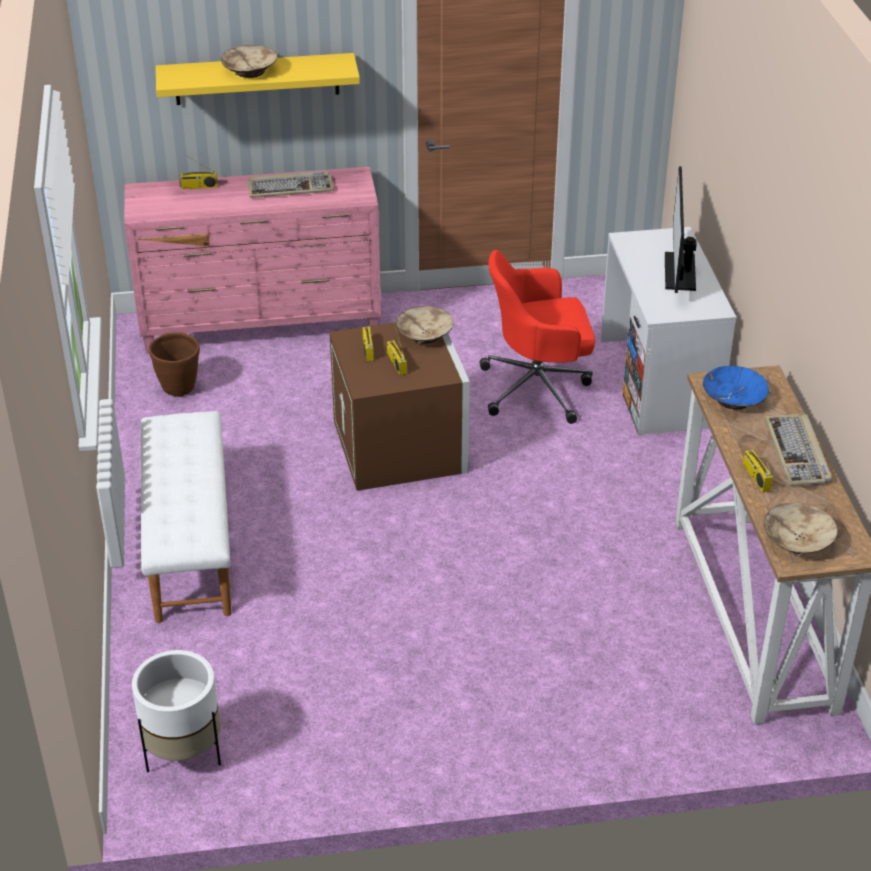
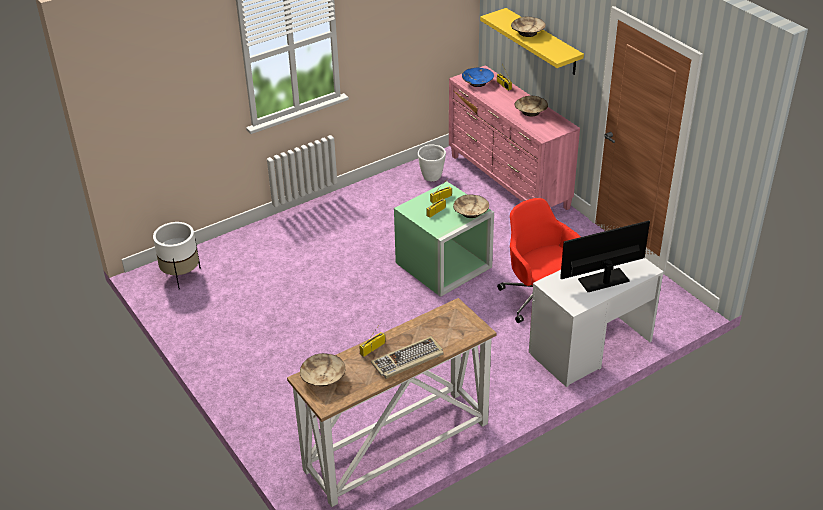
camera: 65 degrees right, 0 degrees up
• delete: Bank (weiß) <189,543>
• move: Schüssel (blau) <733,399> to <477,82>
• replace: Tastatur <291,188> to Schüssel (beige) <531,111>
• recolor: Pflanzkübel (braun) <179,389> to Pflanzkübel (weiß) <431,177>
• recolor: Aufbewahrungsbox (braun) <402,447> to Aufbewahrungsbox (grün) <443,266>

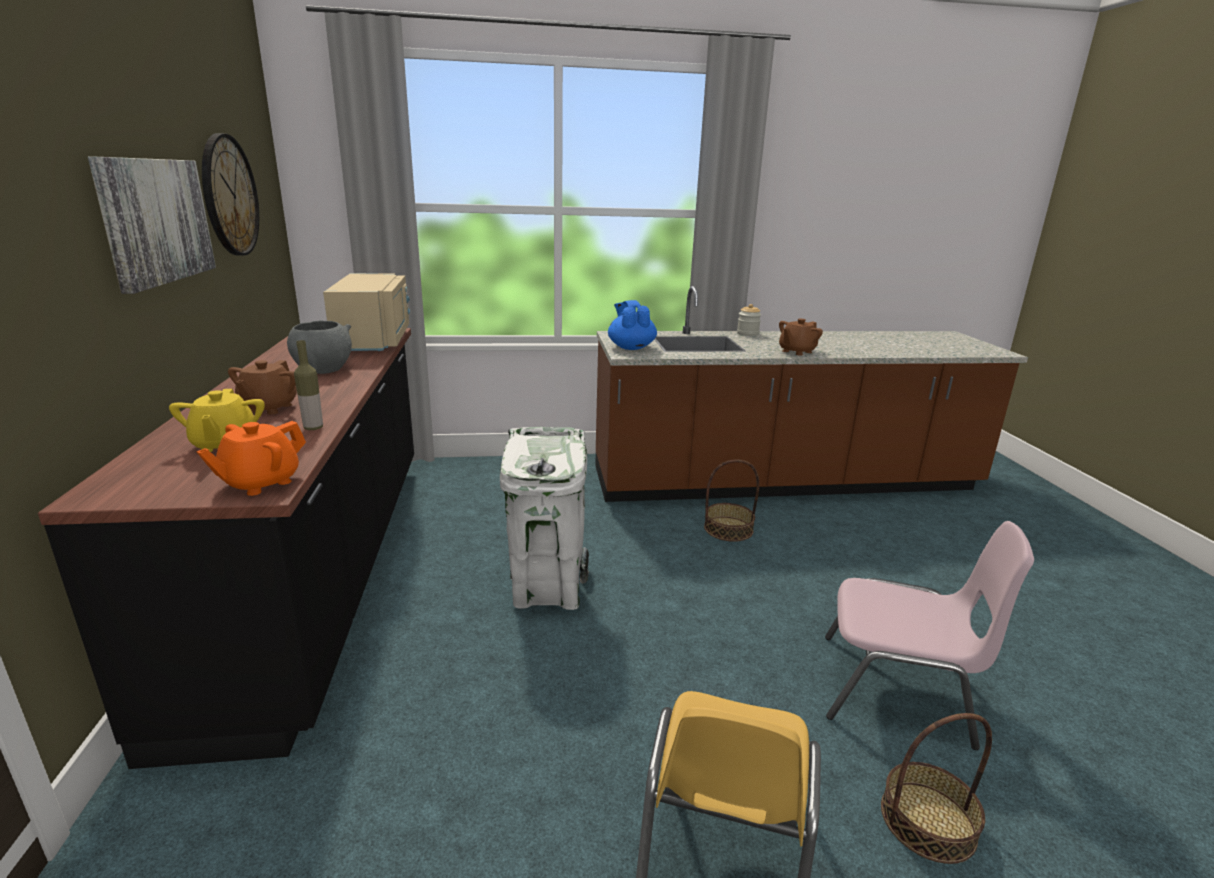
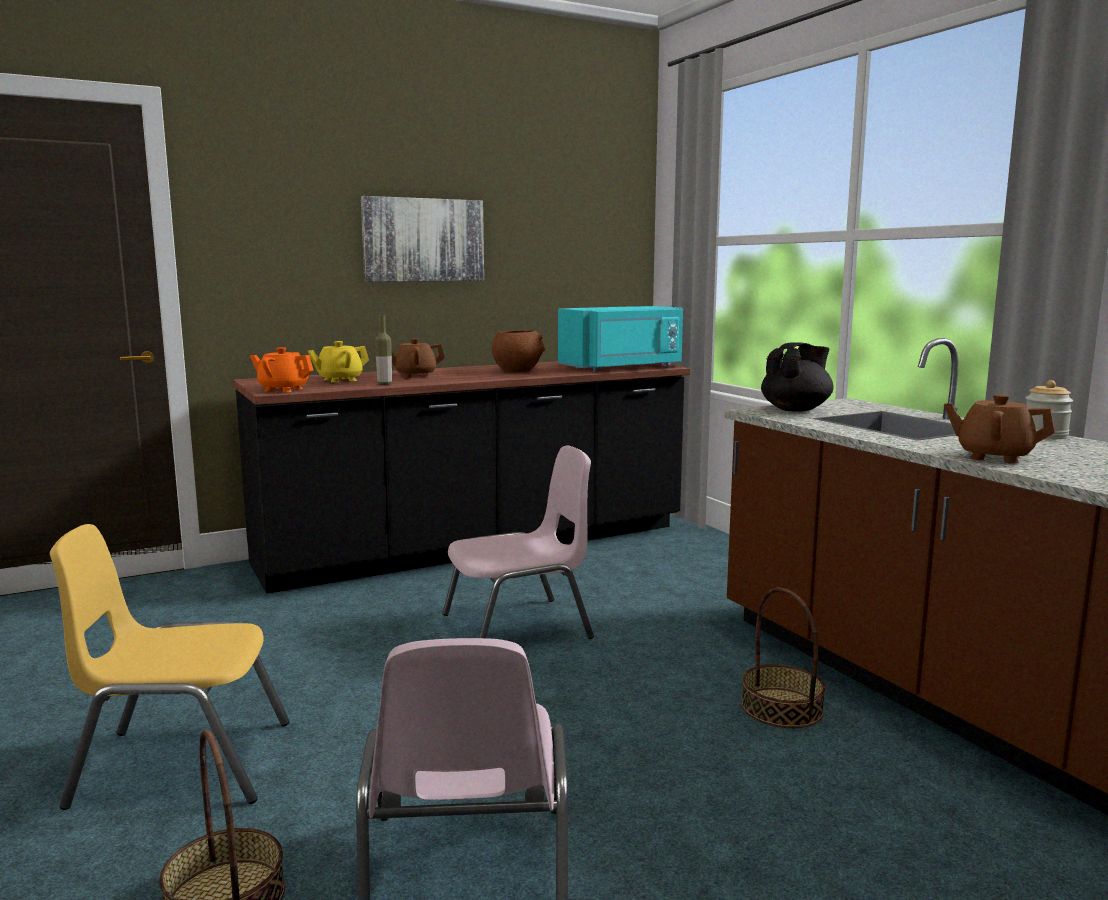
camera: 70 degrees right, 10 degrees down
• delete: Wanduhr <229,196>
• replace: Mülleimer (weiß) <547,590> to Stuhl (rosa) <519,627>
• recolor: Schüssel (grau) <323,370> to Schüssel (braun) <517,371>
• recolor: Mikrowelle (beige) <375,341> to Mikrowelle (türkis) <623,368>
• recolor: Teekanne (blau) <631,347> to Teekanne (schwarz) <796,410>

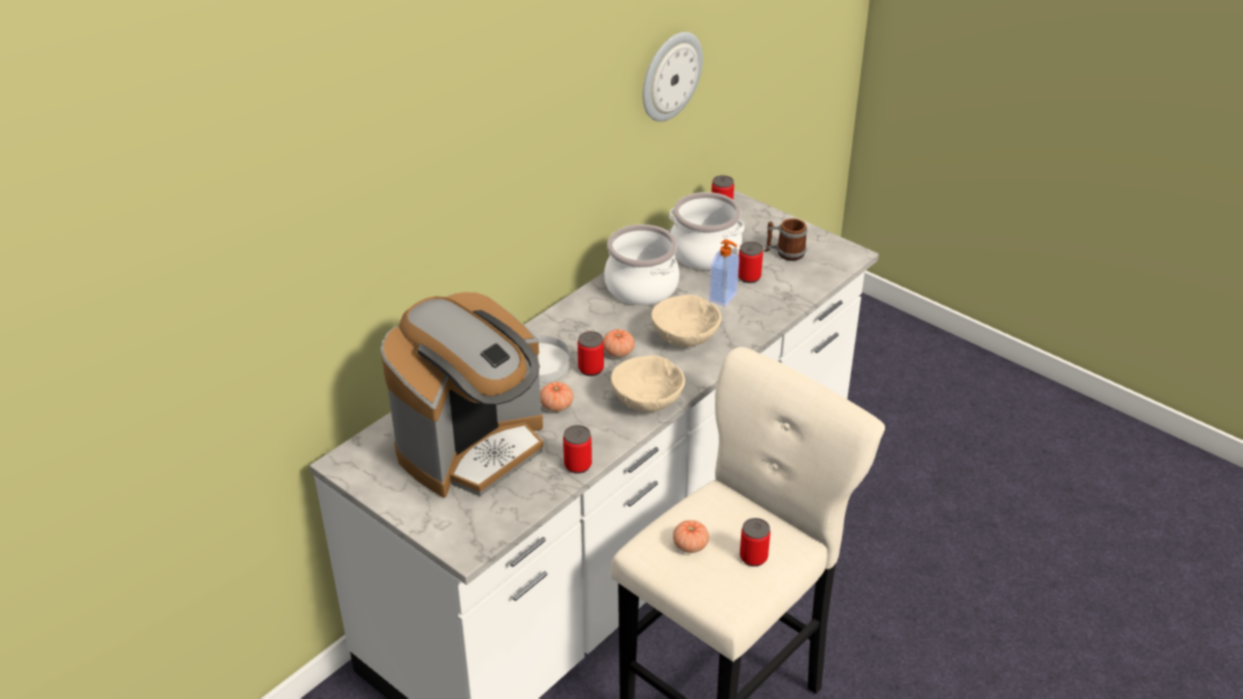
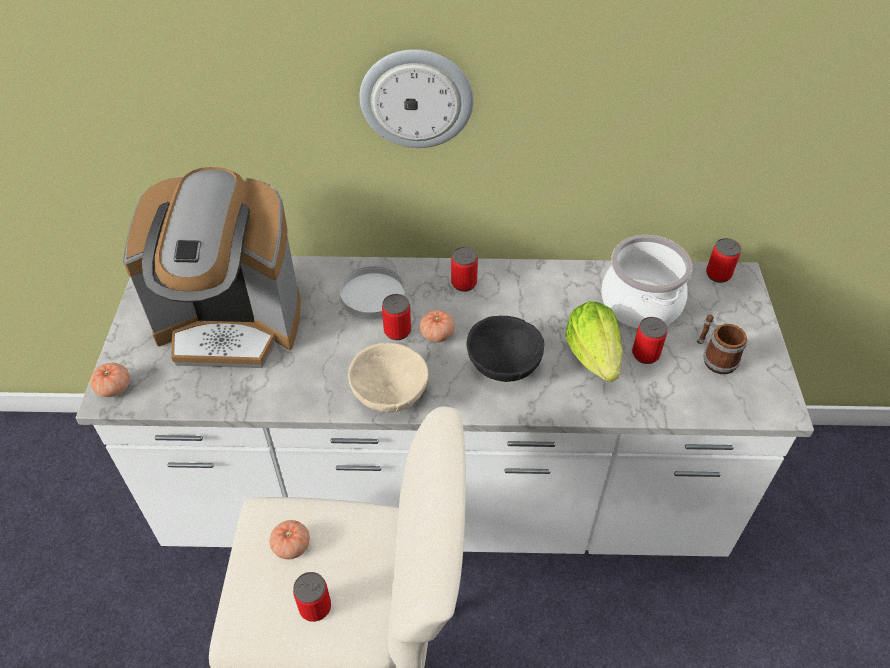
camera: 50 degrees right, 10 degrees up
• delete: Kochtopf <642,286>
• move: Tomate <556,406> to <114,388>
• move: Dose <578,465> to <464,283>
• move: Wanduhr <670,76> to <416,98>
• replace: Seifenspender <724,297> to Salatkopf <593,356>
• recolor: Schüssel (beige) <685,338> to Schüssel (schwarz) <505,366>

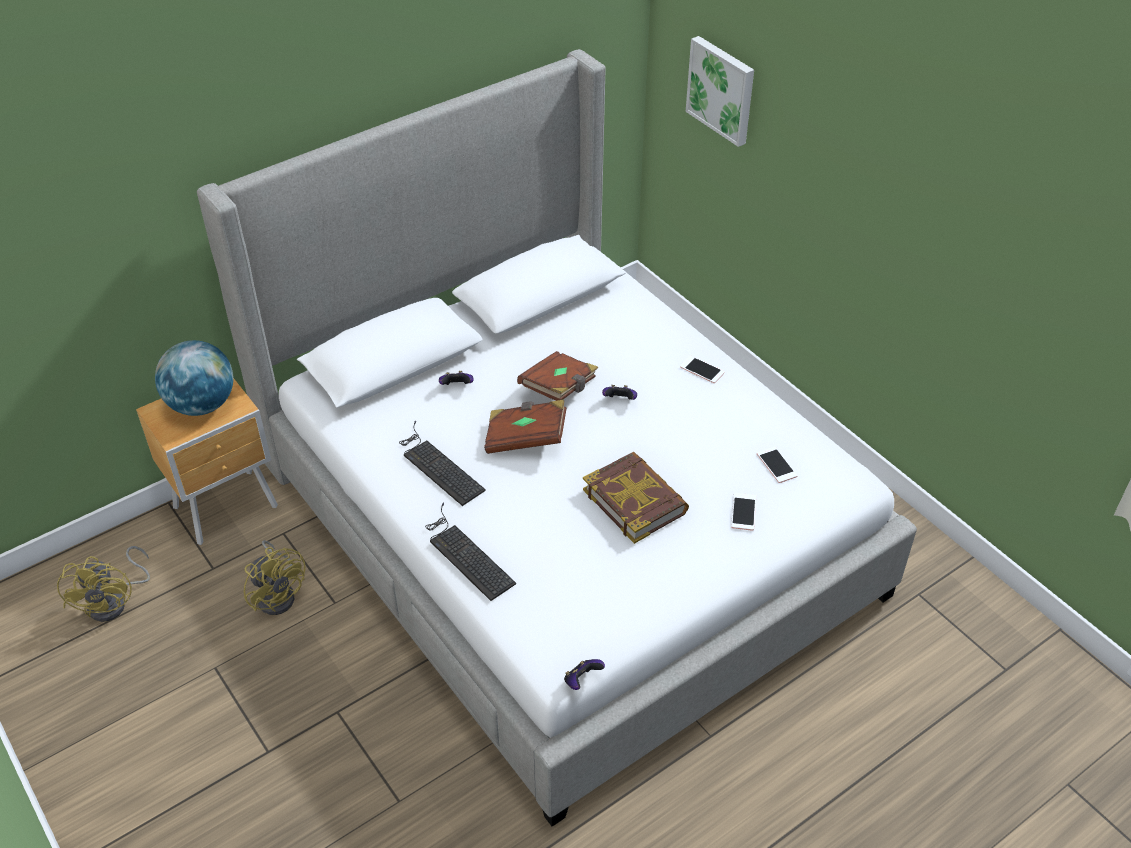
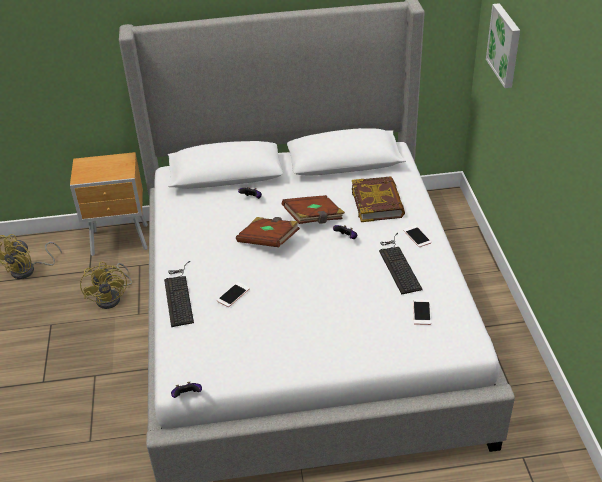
camera: 30 degrees right, 5 degrees down
• delete: Globus <202,404>
• move: Tastatur <438,465> to <398,264>
• move: Buch <635,501> to <377,203>
• move: Handy <743,512> to <233,295>

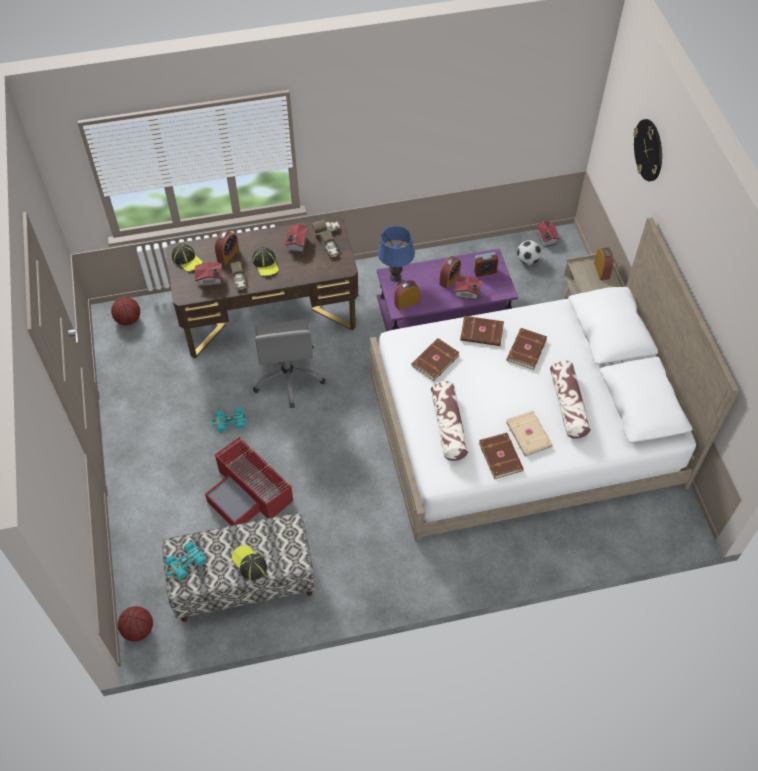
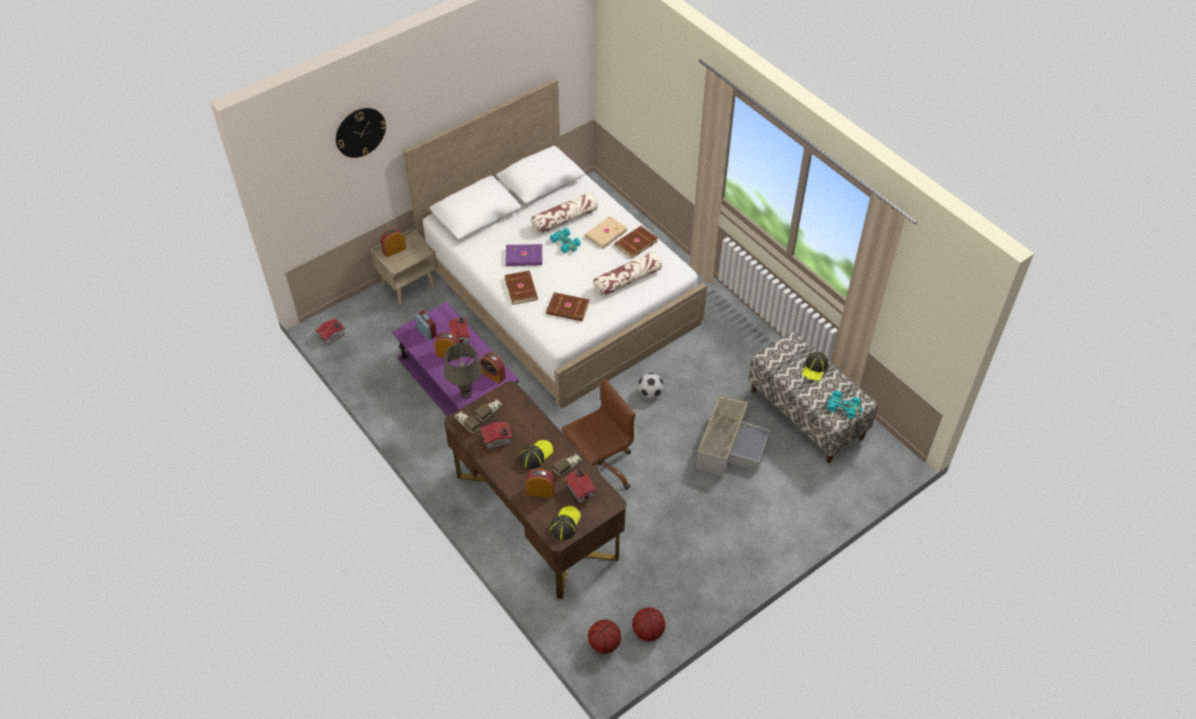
camera: 115 degrees left, 5 degrees down
• move: Basketball <138,629> to <648,632>
• move: Spielzeugauto (türkis) <230,422> to <566,243>
• move: Fußball <527,260> to <650,393>
• recolor: Aufbewahrungsbox (rot) <249,493> to Aufbewahrungsbox (grau) <730,445>
• recolor: Bürostuhl (grau) <288,378> to Bürostuhl (braun) <598,468>
• recolor: Tischlampe (blau) <395,277> to Tischlampe (grau) <465,394>
• recolor: Buch (braun) <525,350> to Buch (lila) <524,257>

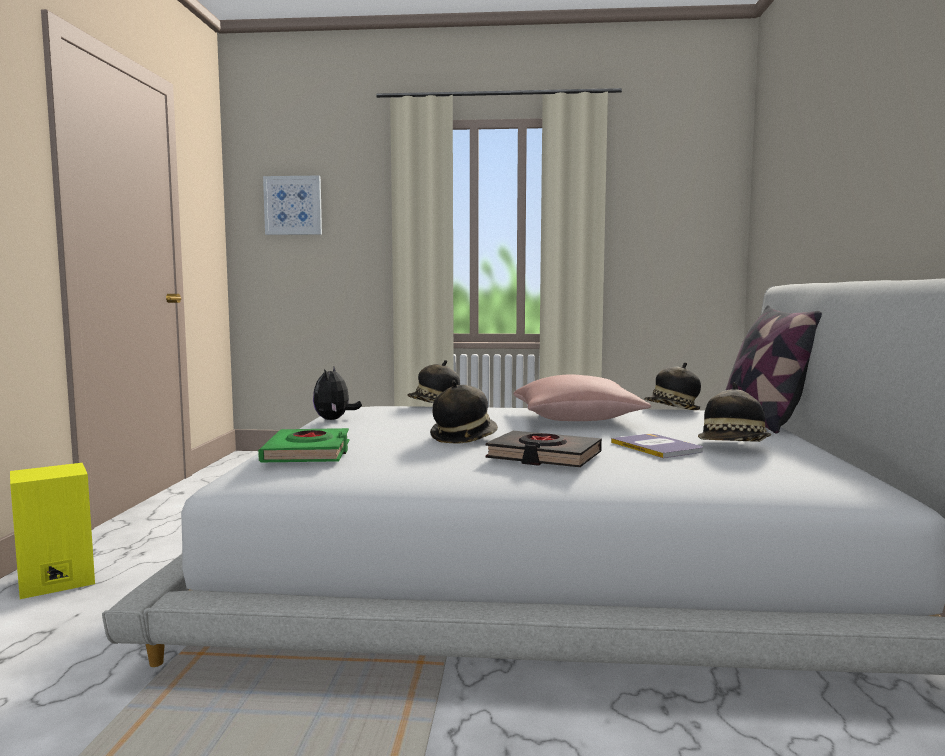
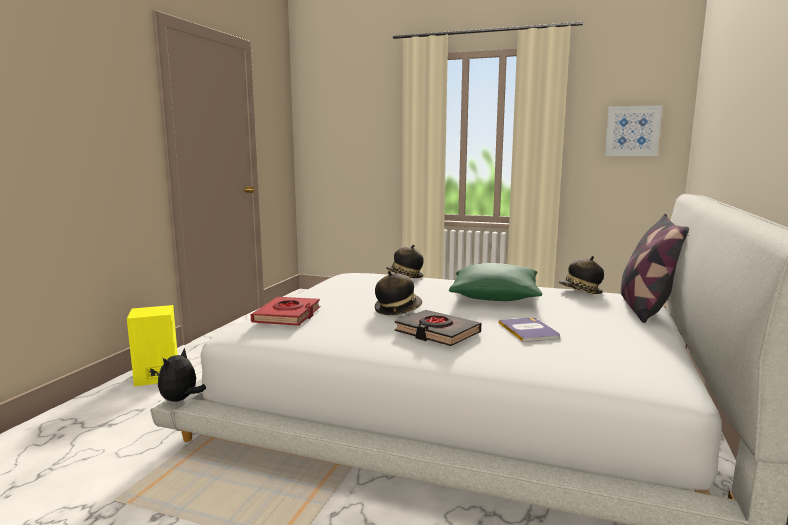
camera: 15 degrees right, 5 degrees up
• delete: Hut <734,446>
• move: Bild <293,205> to <632,131>
• move: Plüschtier <334,420> to <181,400>
• recolor: Buch (grün) <308,453> to Buch (rot) <287,316>
• recolor: Kissen (rosa) <577,419> to Kissen (grün) <495,297>

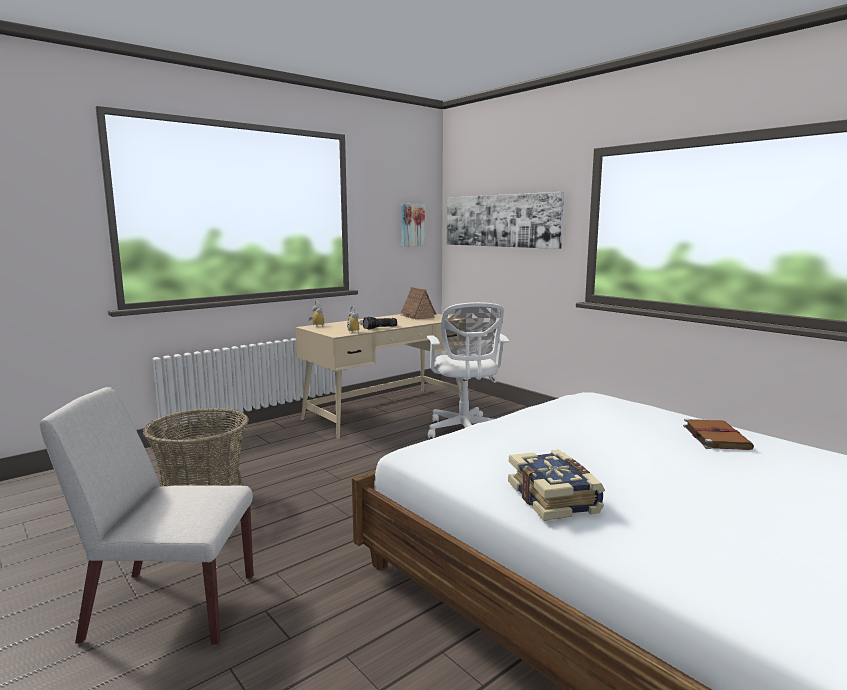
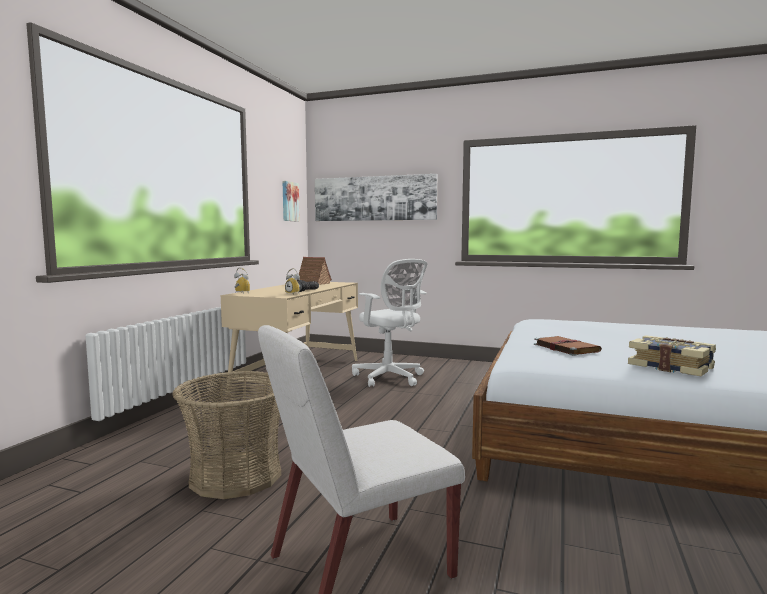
camera: 30 degrees left, 5 degrees down
• move: Buch (braun) <715,437> to <565,348>

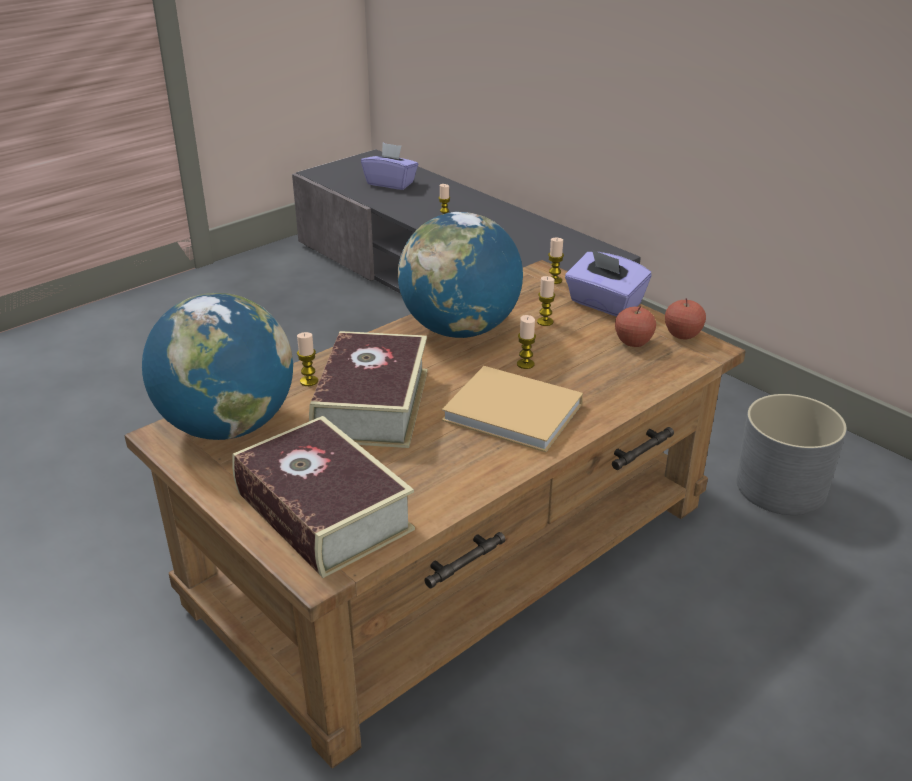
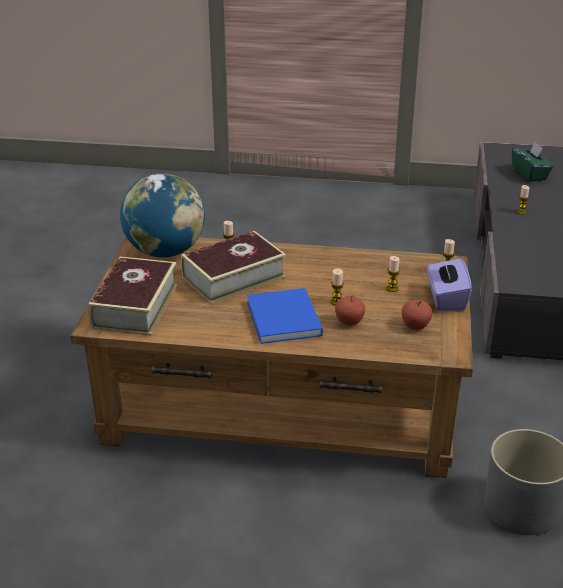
camera: 50 degrees right, 0 degrees up
• delete: Globus <460,330>
• move: Apfel <682,335> to <349,322>
• recolor: Taschentuchbox (lila) <390,183> to Taschentuchbox (grün) <530,174>
• recolor: Buch (beige) <516,413> to Buch (blau) <284,320>

